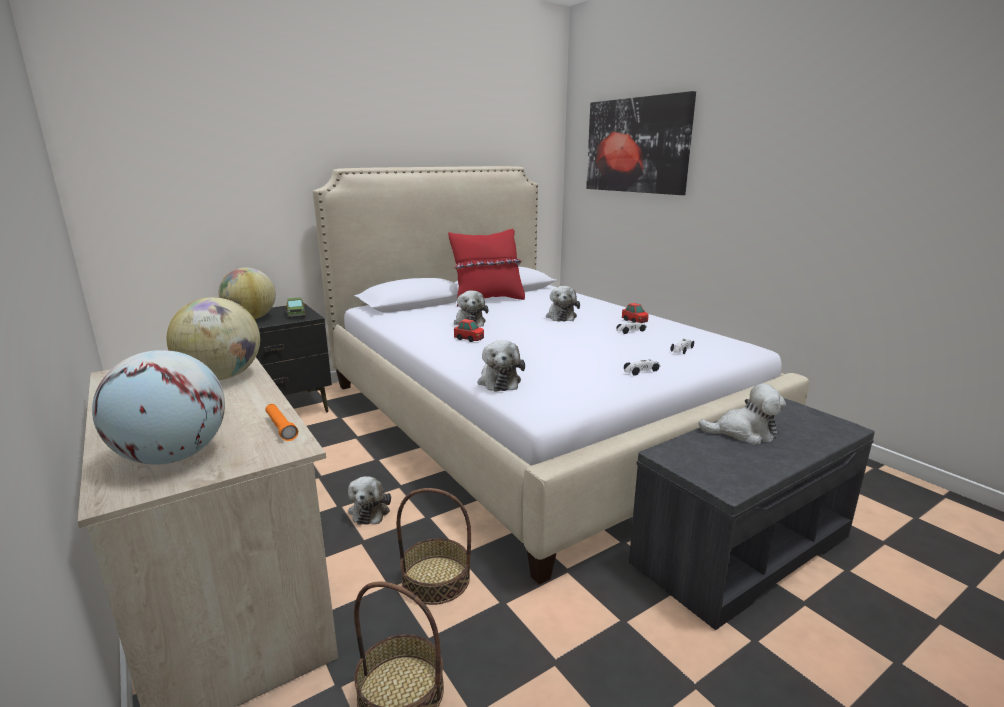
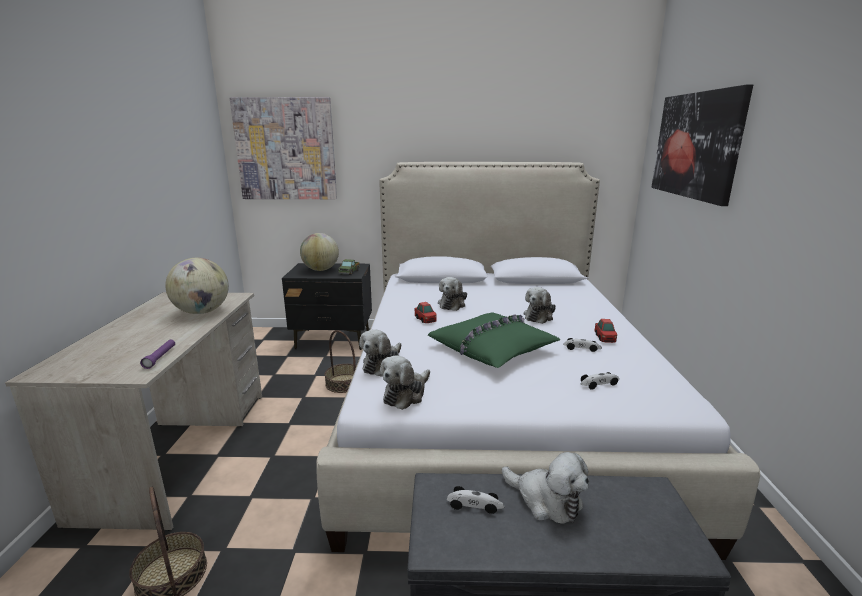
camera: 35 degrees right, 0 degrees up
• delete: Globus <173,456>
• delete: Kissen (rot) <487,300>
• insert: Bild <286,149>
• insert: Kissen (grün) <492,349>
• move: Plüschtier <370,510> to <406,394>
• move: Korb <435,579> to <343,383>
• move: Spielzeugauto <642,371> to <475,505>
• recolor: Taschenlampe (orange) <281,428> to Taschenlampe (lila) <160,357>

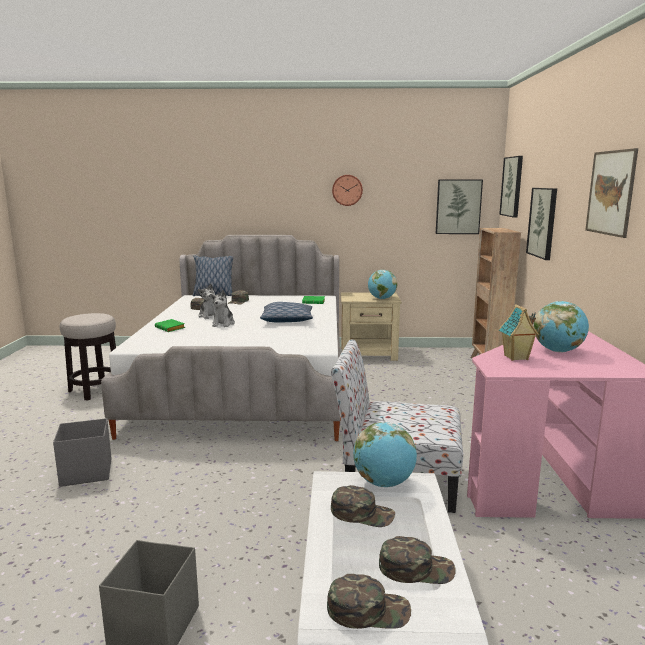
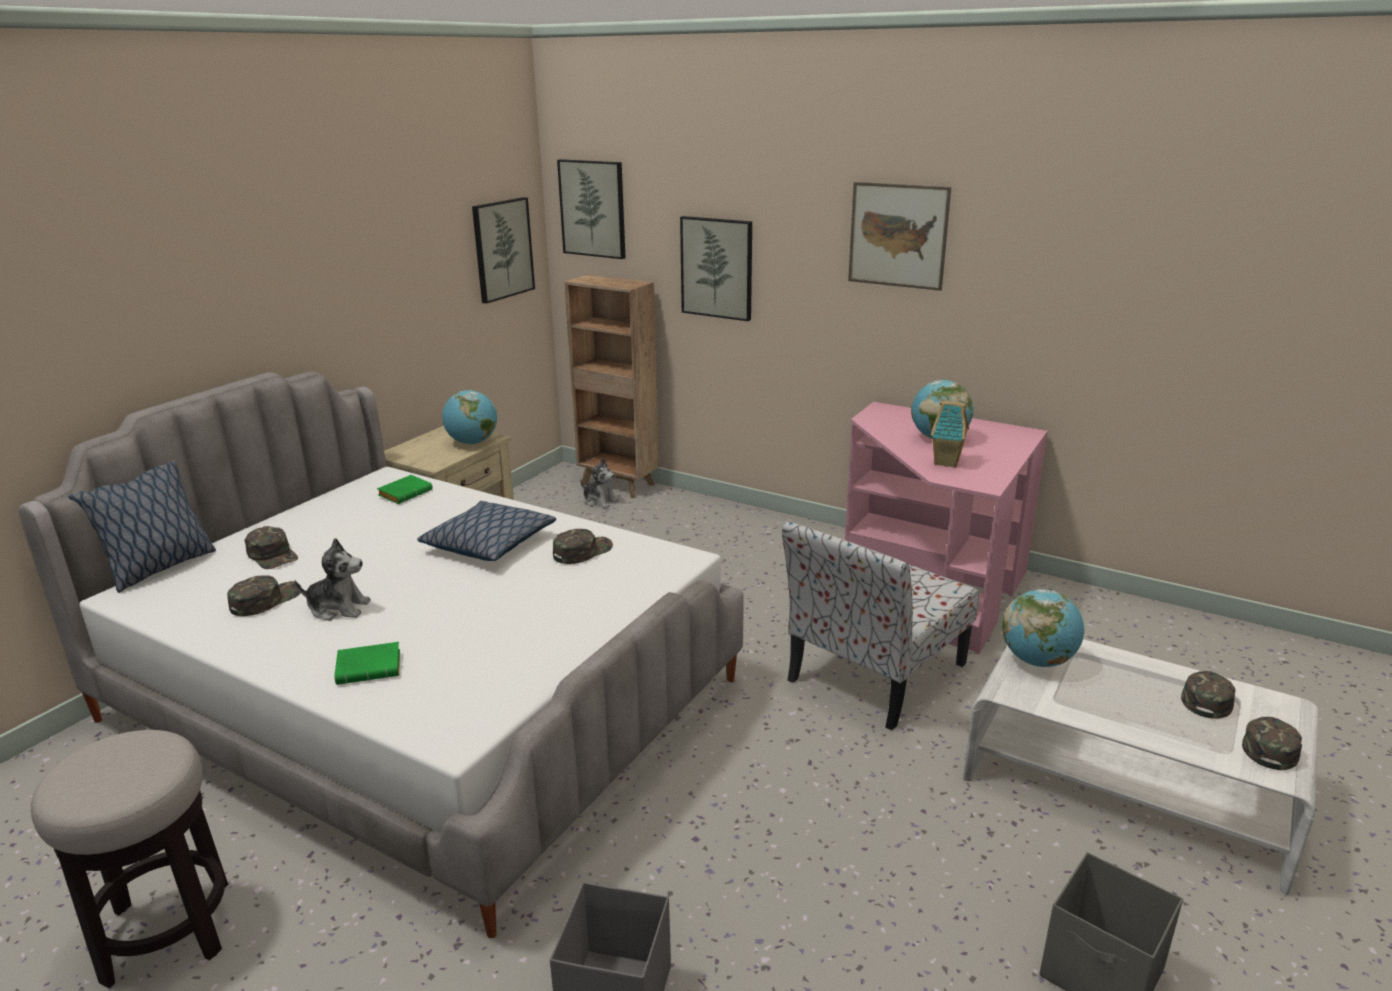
camera: 60 degrees left, 10 degrees up
• delete: Wanduhr <347,190>
• move: Plüschtier <223,324> to <600,501>
• move: Kappe (grün) <362,513> to <582,551>

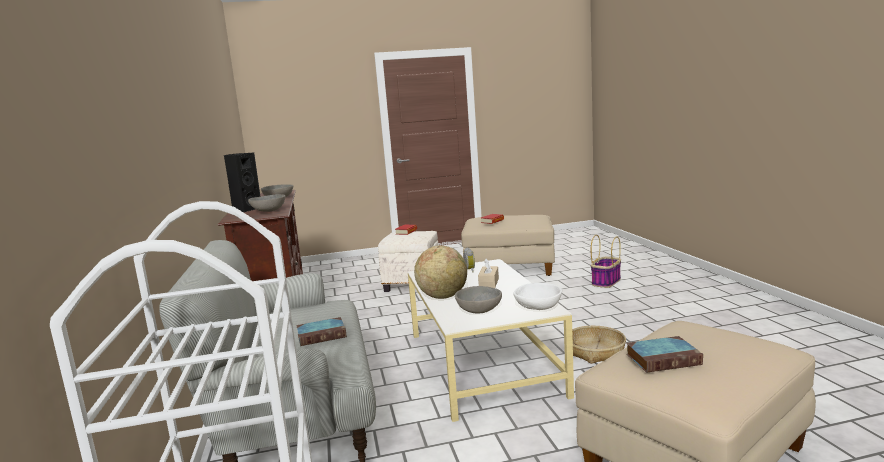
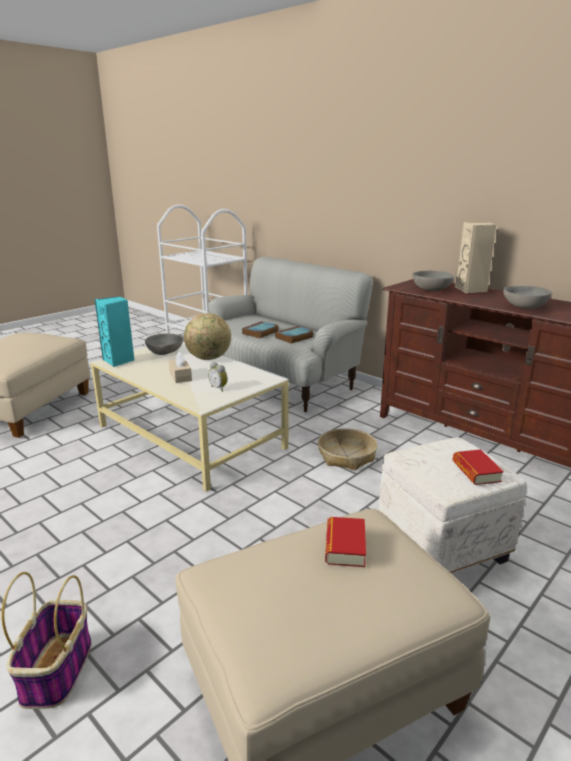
camera: 145 degrees right, 10 degrees up
• move: Korb <595,352> to <346,456>
• move: Buch <664,359> to <294,337>
• replace: Schüssel (weiß) <537,308> to Lautsprecher (türkis) <119,361>
• recolor: Lautsprecher (schwarz) <246,209> to Lautsprecher (beige) <471,290>

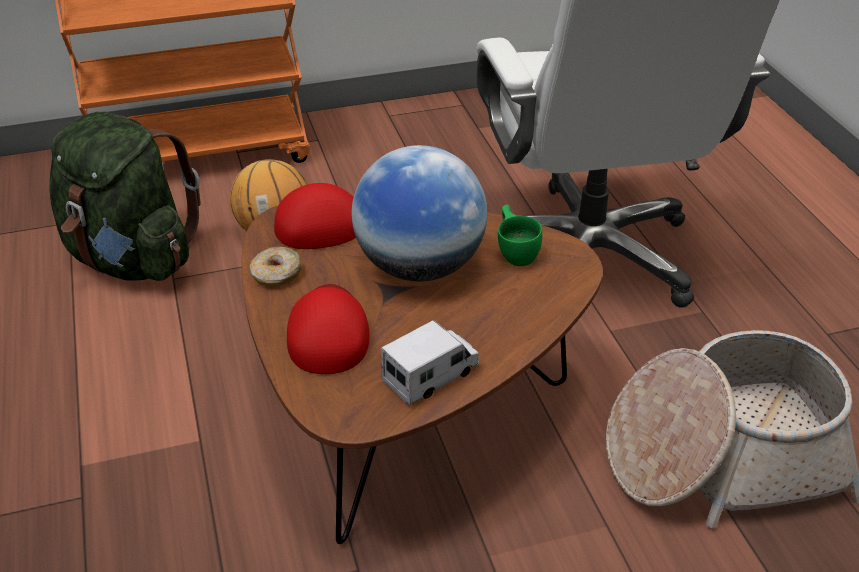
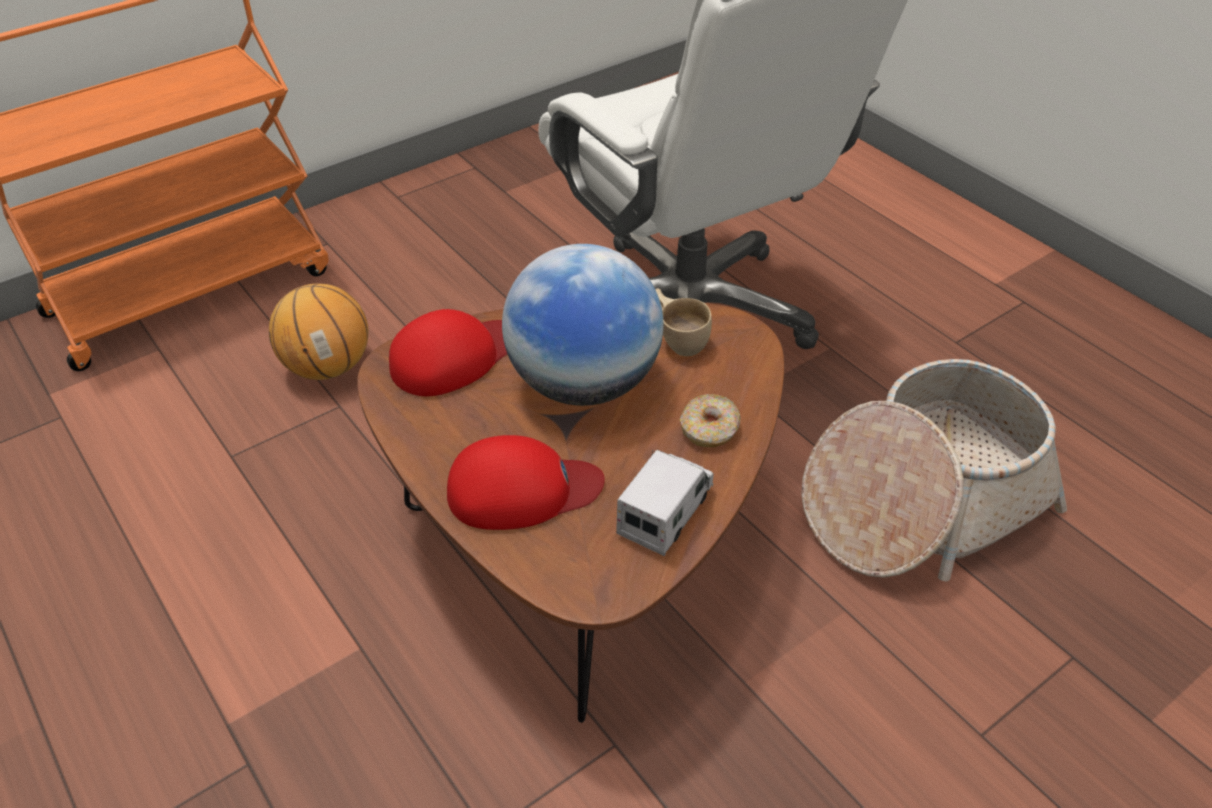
camera: 20 degrees left, 5 degrees up
• delete: Rucksack (grün) <132,259>
• move: Donut <276,275> to <709,429>
• recolor: Tasse (grün) <516,251> to Tasse (beige) <678,338>
• rotate: Kappe (rot) <328,331> = <522,490> 105 degrees clockwise

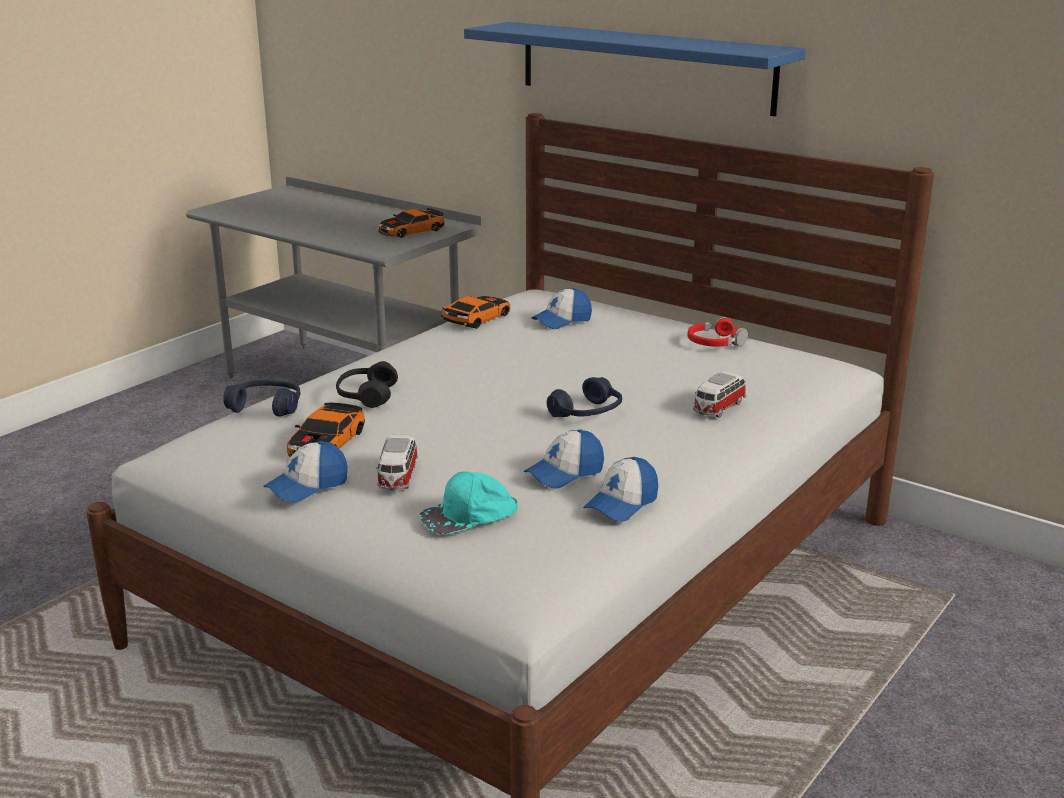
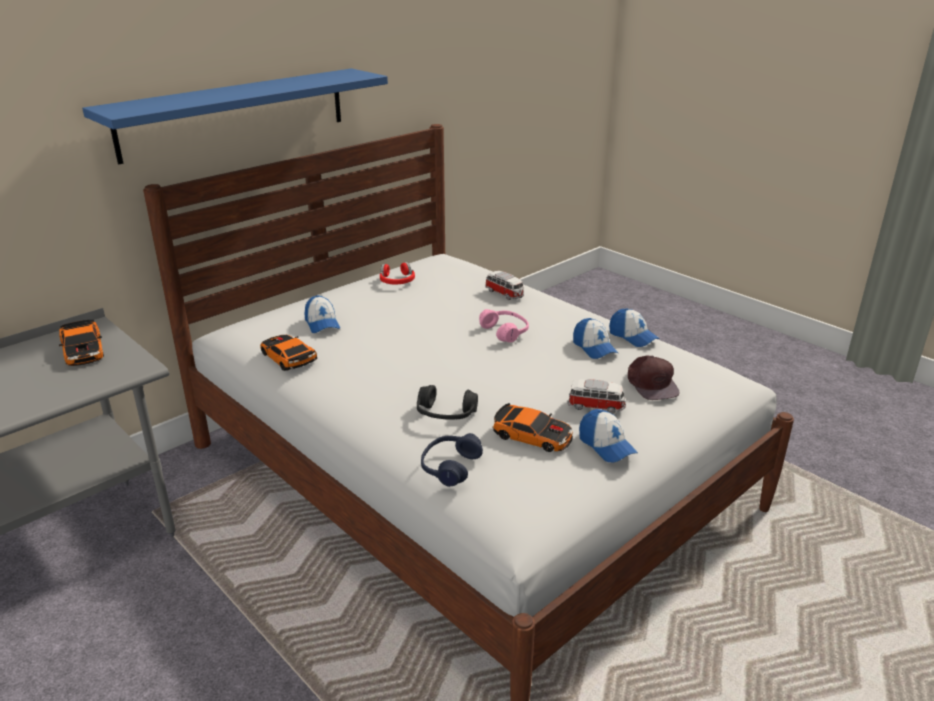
camera: 80 degrees left, 5 degrees up
• recolor: Kappe (türkis) <469,516> to Kappe (braun) <651,384>
• recolor: Kopfhörer (blau) <587,413> to Kopfhörer (rosa) <505,332>

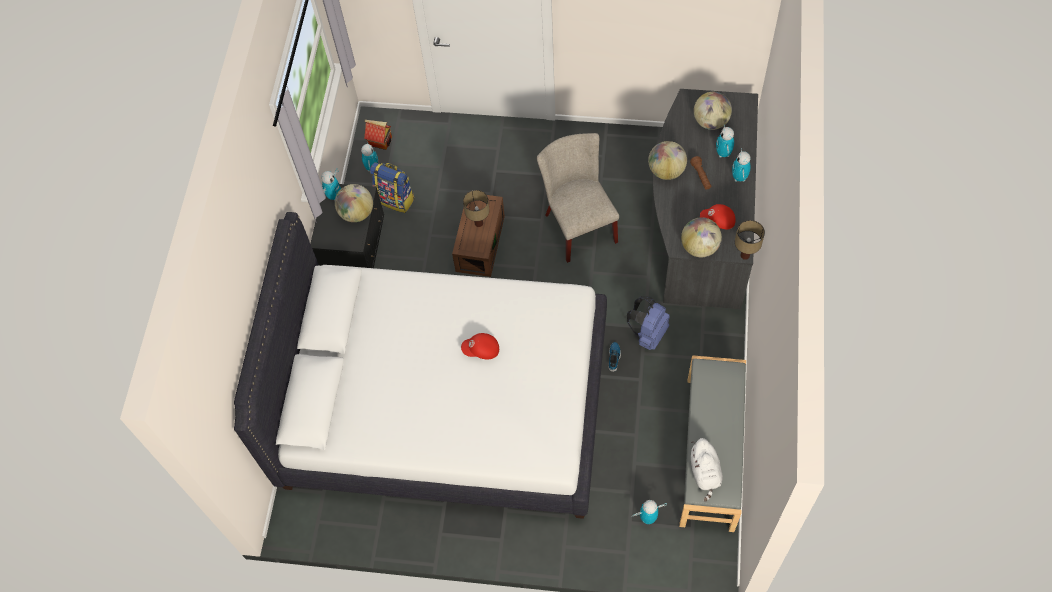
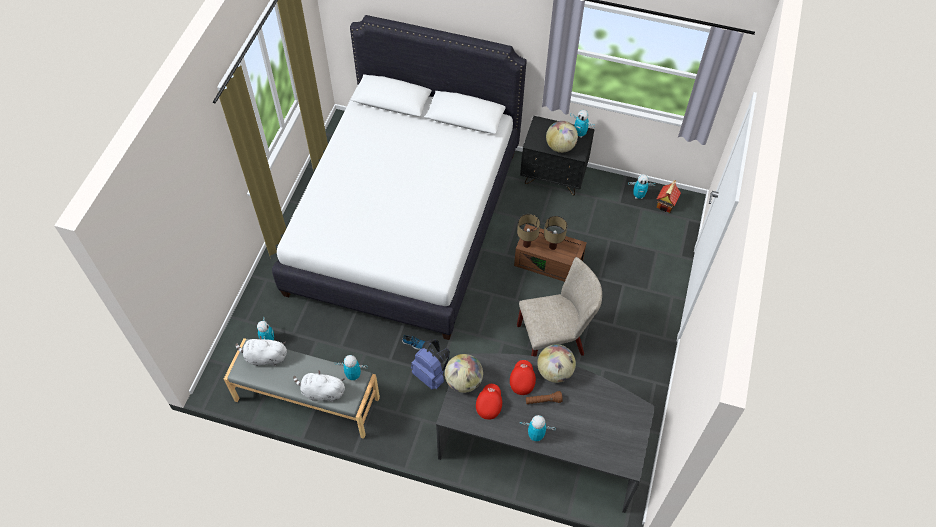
camera: 95 degrees right, 5 degrees down
• delete: Rucksack <395,199>
• delete: Globus <711,122>
• insert: Plüschtier (weiß) <321,392>
• move: Kappe (rot) <481,350> to <522,380>
• move: Spielzeugroboter <723,153> to <353,375>
• move: Tischlampe <744,255> to <527,244>

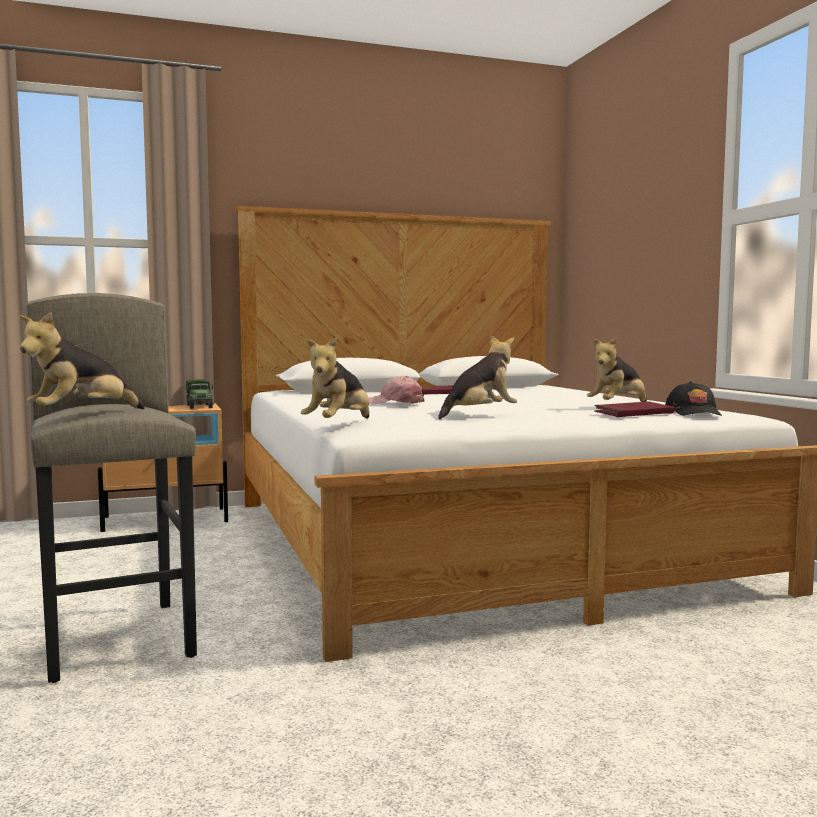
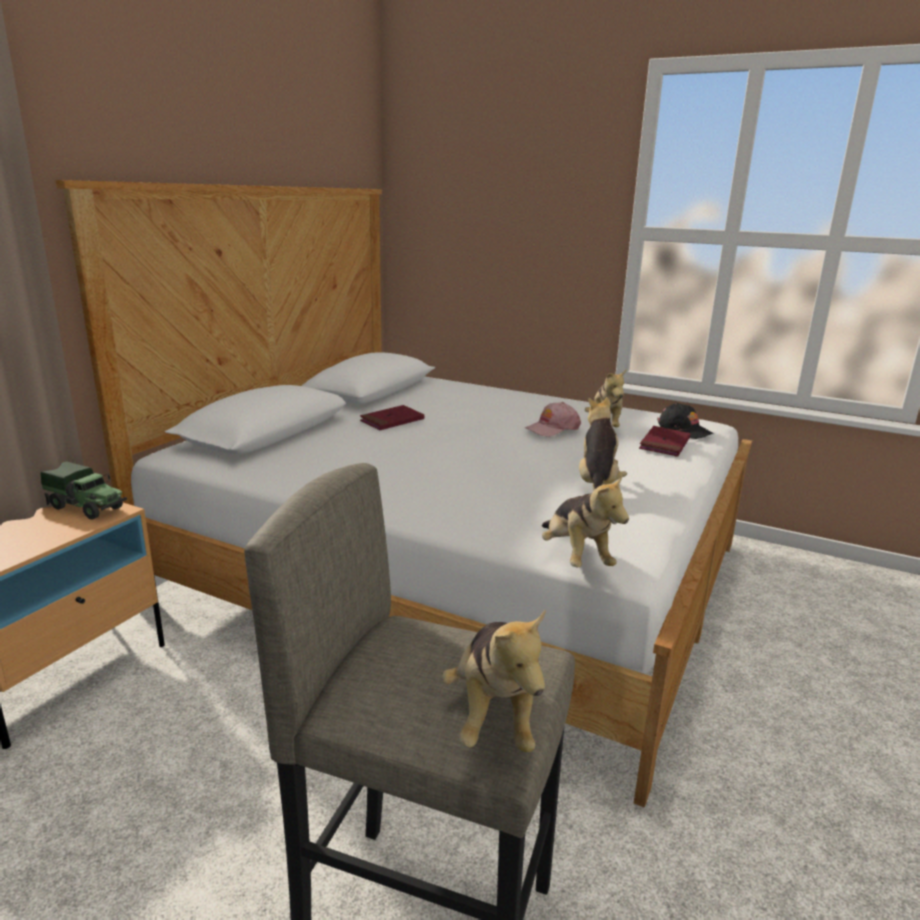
camera: 45 degrees left, 15 degrees up
• move: Kappe (rosa) <395,403> to <552,428>

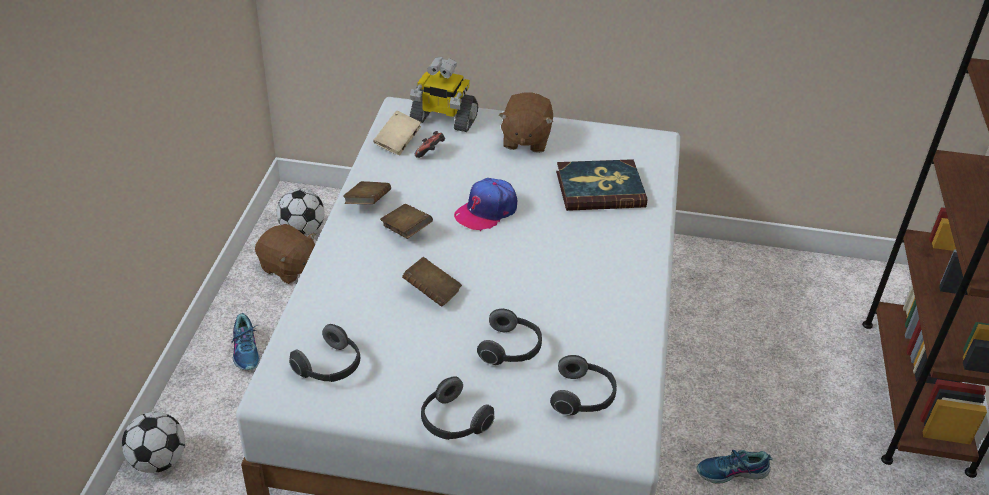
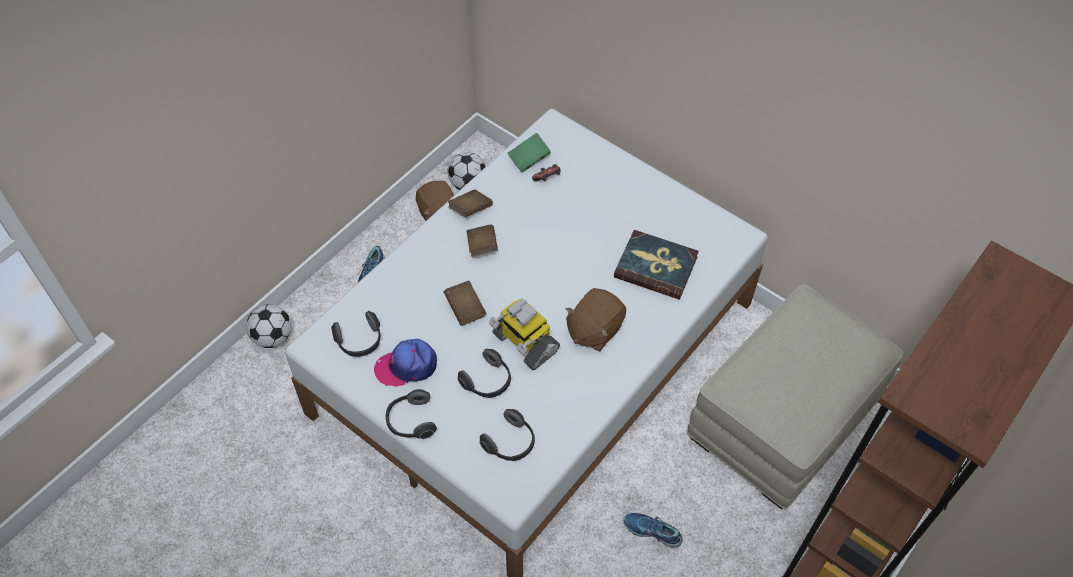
camera: 30 degrees right, 15 degrees up
• insert: Polsterhocker (beige) <783,418>
• move: Spielzeugroboter <443,119> to <524,343>
• move: Kappe <486,211> to <406,366>
• move: Plüschtier (braun) <525,140> to <594,330>
• recolor: Buch (beige) <398,142> to Buch (grün) <529,159>

